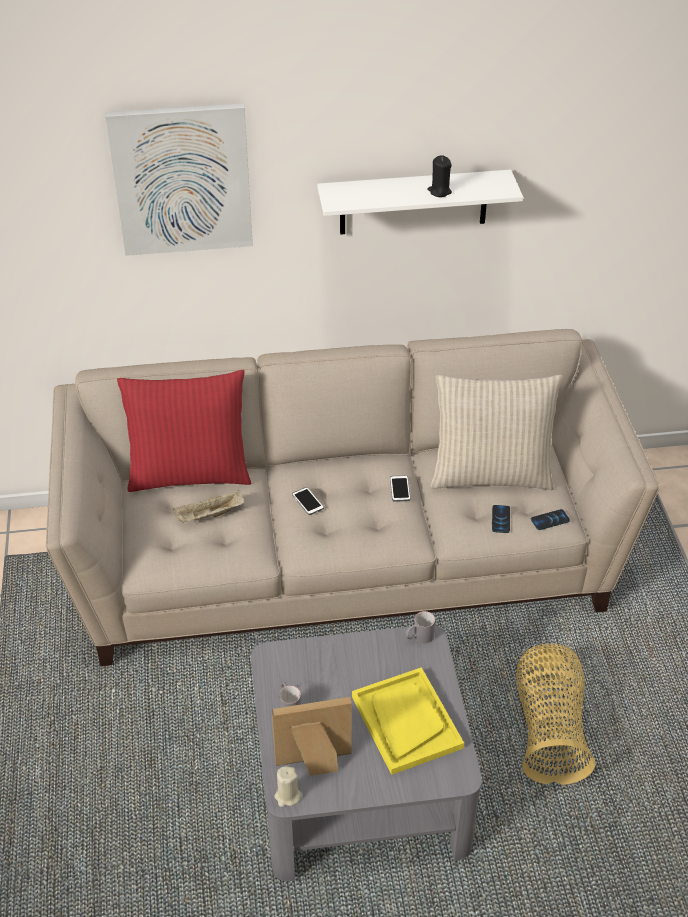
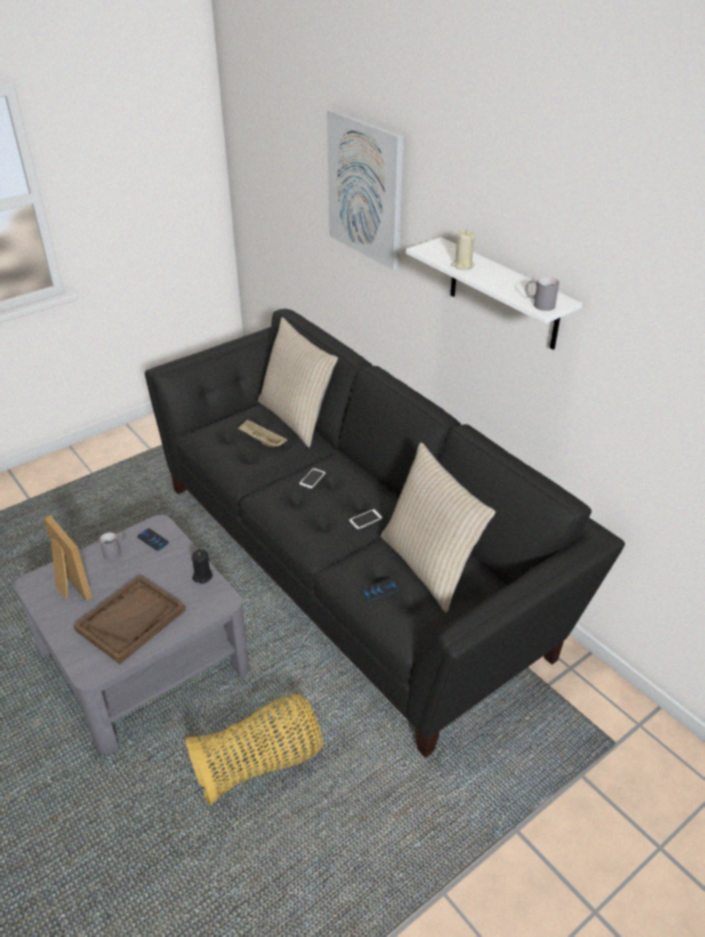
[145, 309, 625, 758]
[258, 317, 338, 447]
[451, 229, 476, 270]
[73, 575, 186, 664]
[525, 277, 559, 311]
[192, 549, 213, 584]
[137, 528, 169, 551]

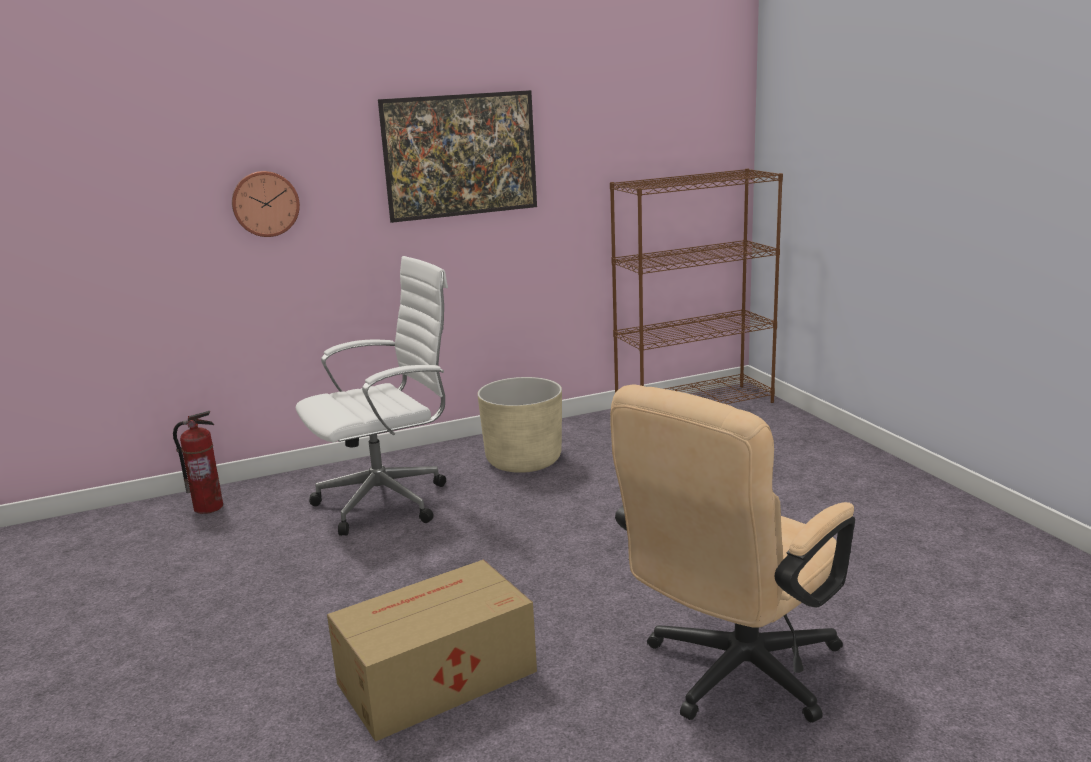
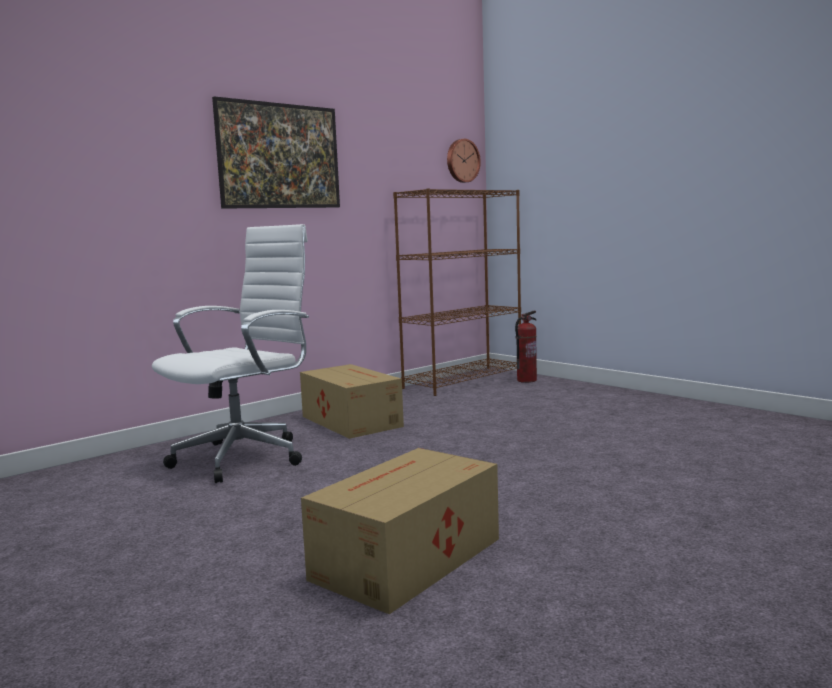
[515, 311, 537, 383]
[447, 139, 481, 183]
[300, 364, 404, 439]
[610, 385, 855, 722] (first image)

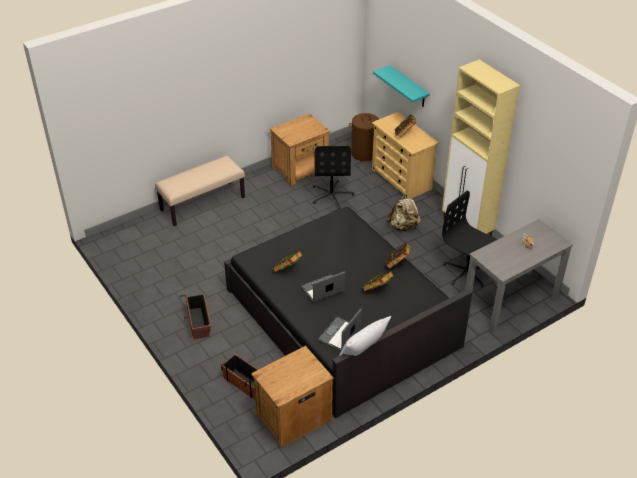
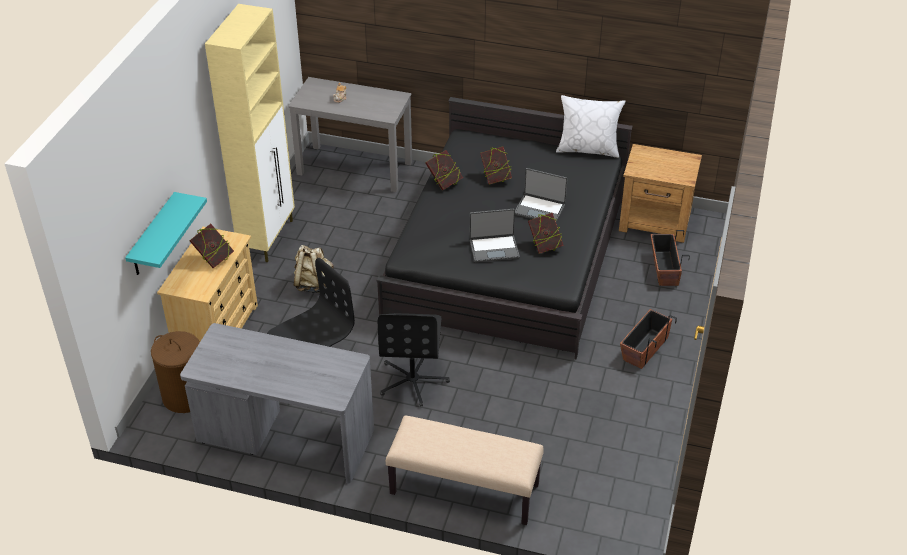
[180, 323, 374, 483]
[469, 209, 520, 262]
[378, 313, 450, 407]

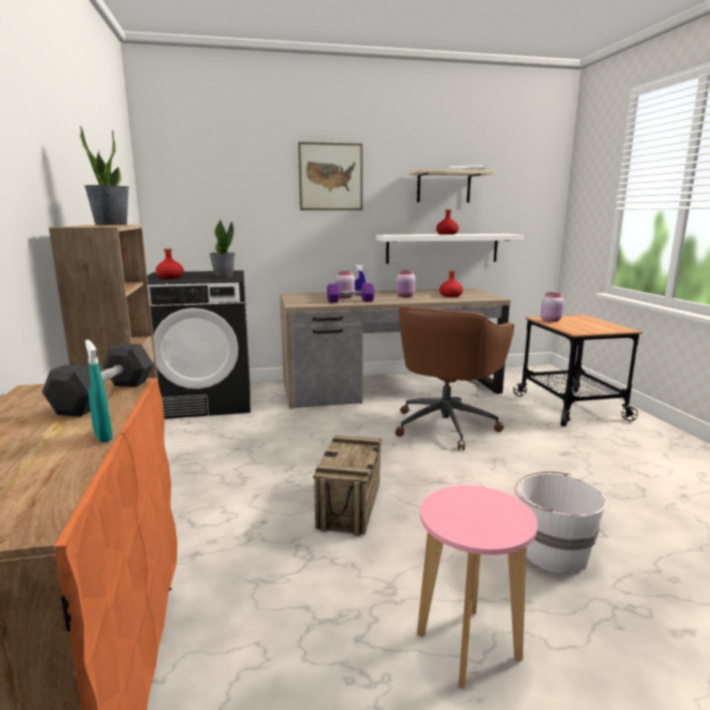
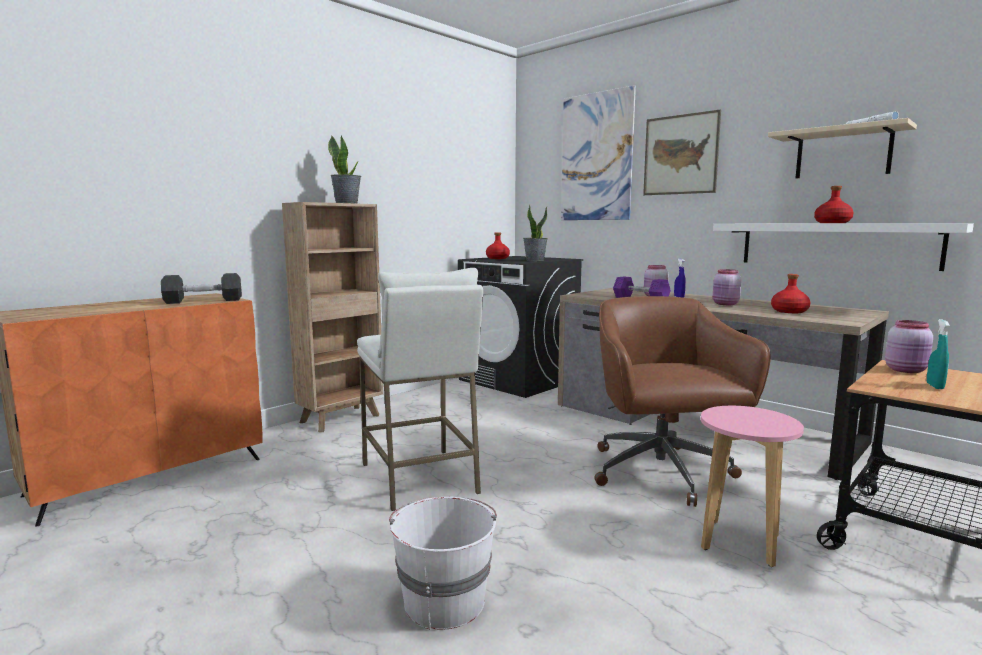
[927, 319, 950, 389]
[357, 268, 483, 511]
[594, 296, 771, 507]
[701, 406, 804, 567]
[561, 85, 636, 220]

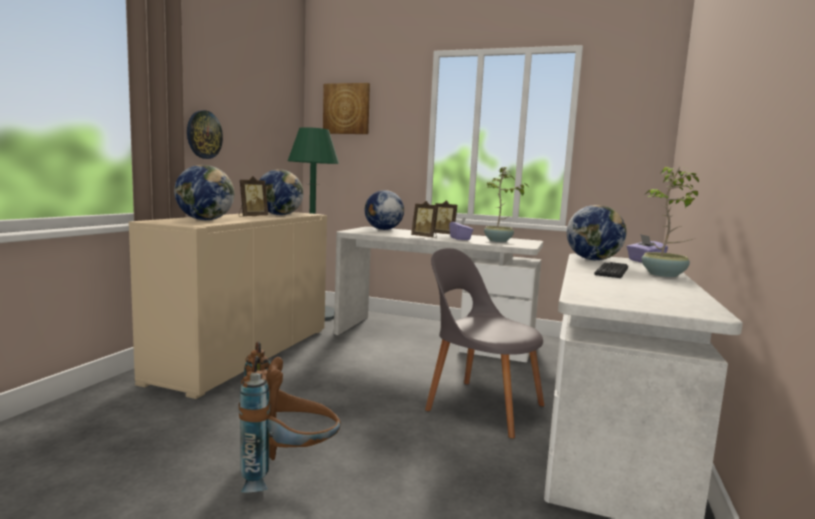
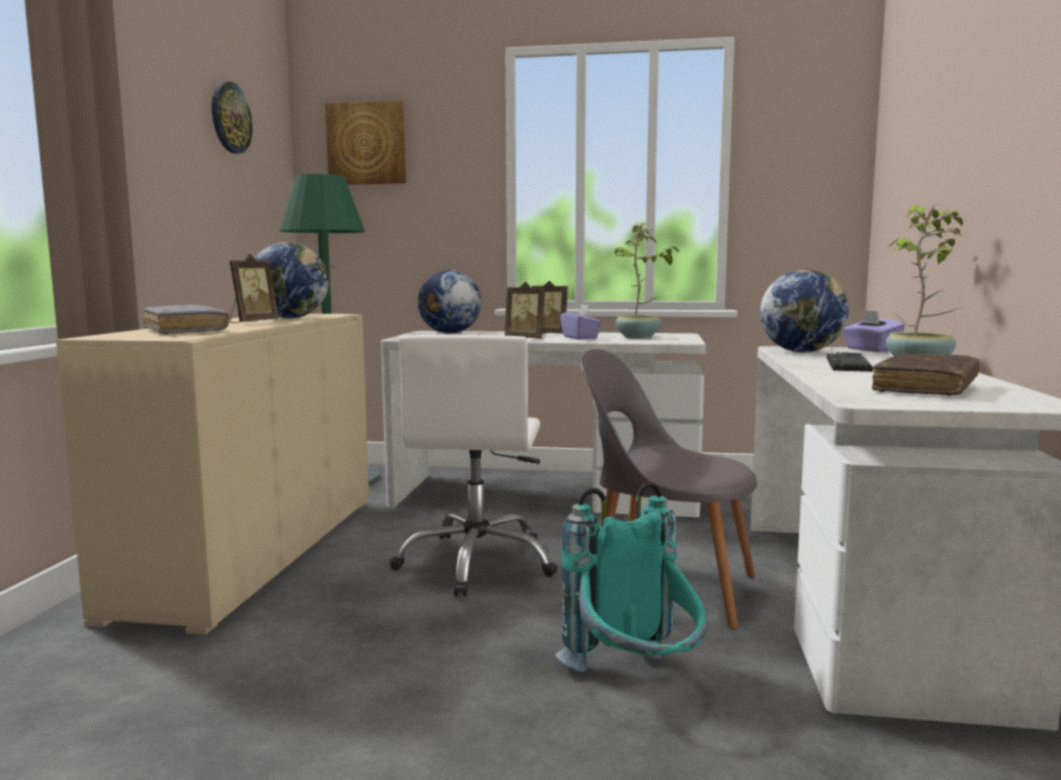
[143, 304, 229, 335]
[212, 82, 252, 154]
[239, 341, 341, 493] (first image)
[390, 335, 558, 596]
[555, 482, 708, 672]
[872, 353, 980, 396]

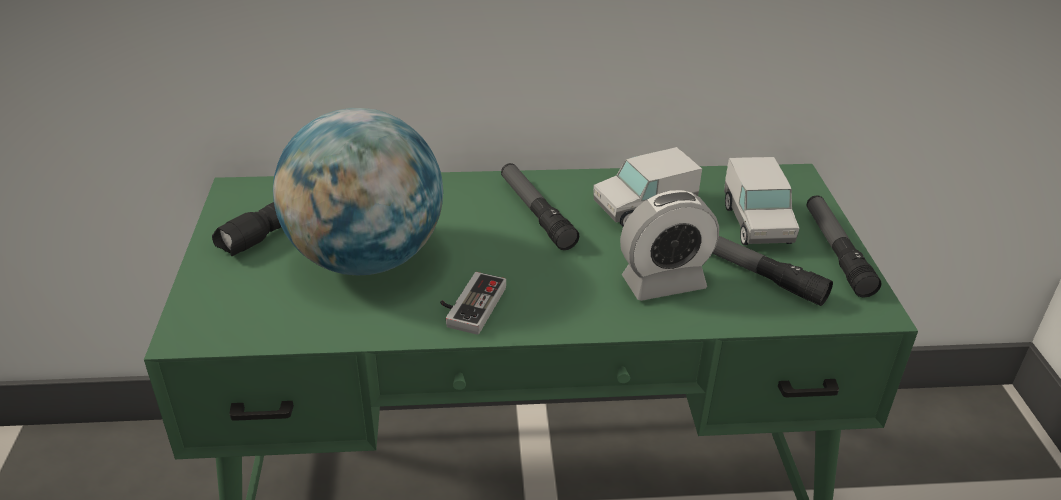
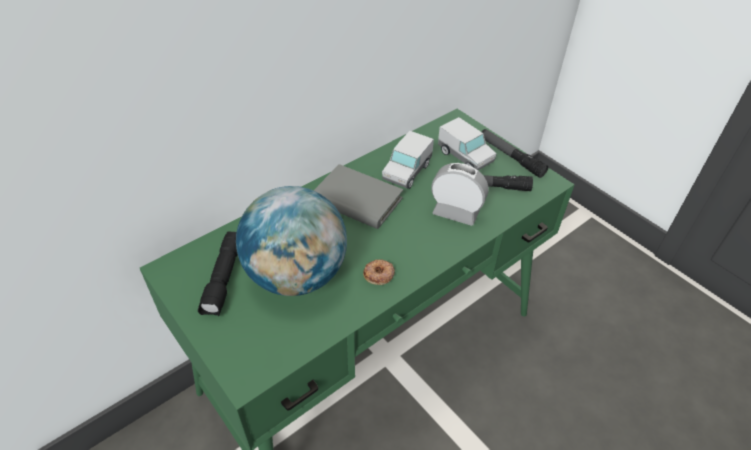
[363, 259, 395, 285]
[314, 164, 403, 229]
[431, 163, 489, 226]

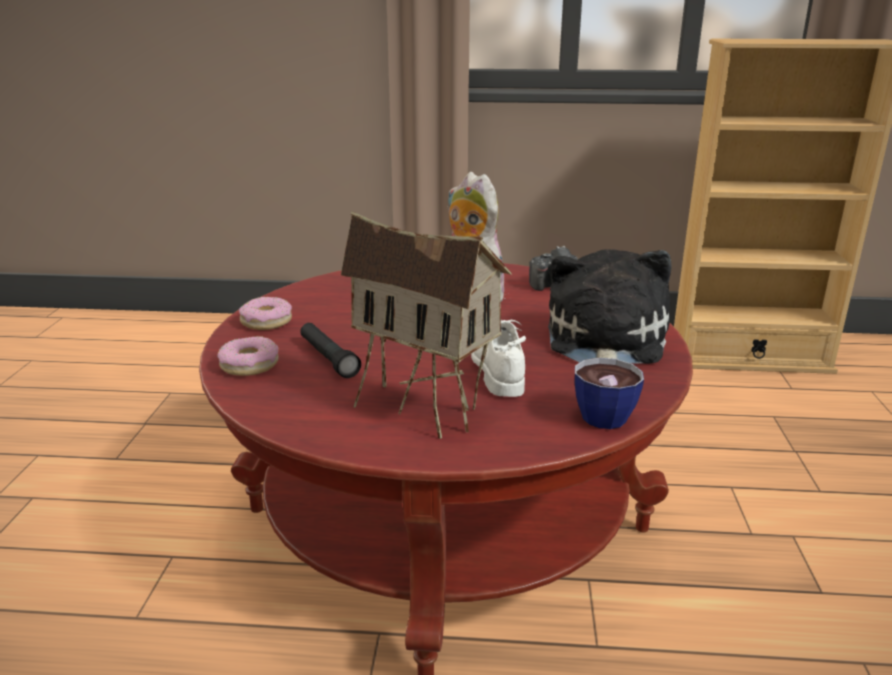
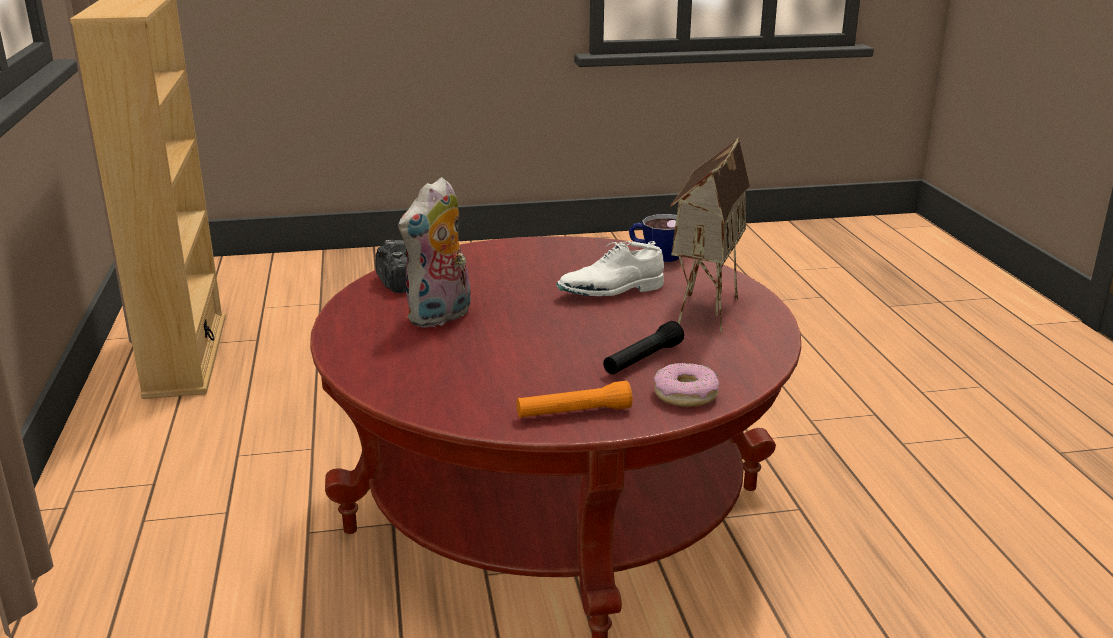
[517, 381, 632, 418]
[548, 249, 671, 364] (first image)

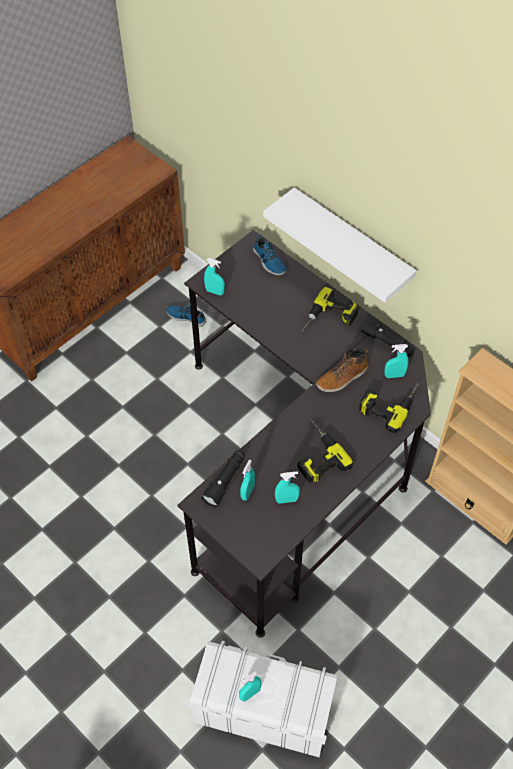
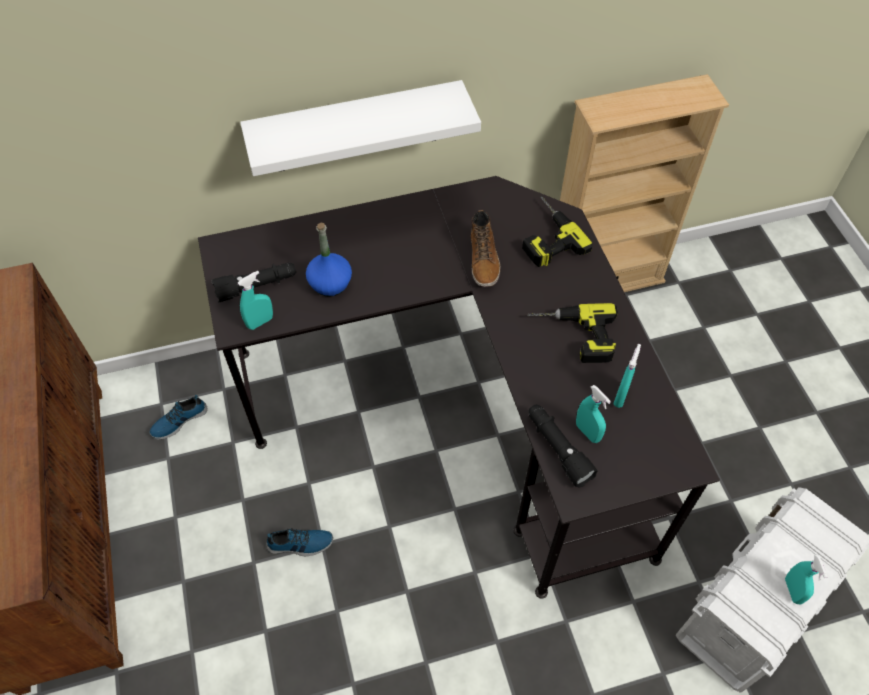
[266, 528, 333, 556]
[302, 287, 359, 332] (first image)
[211, 262, 296, 303]
[384, 344, 408, 378] (first image)
[306, 223, 352, 297]

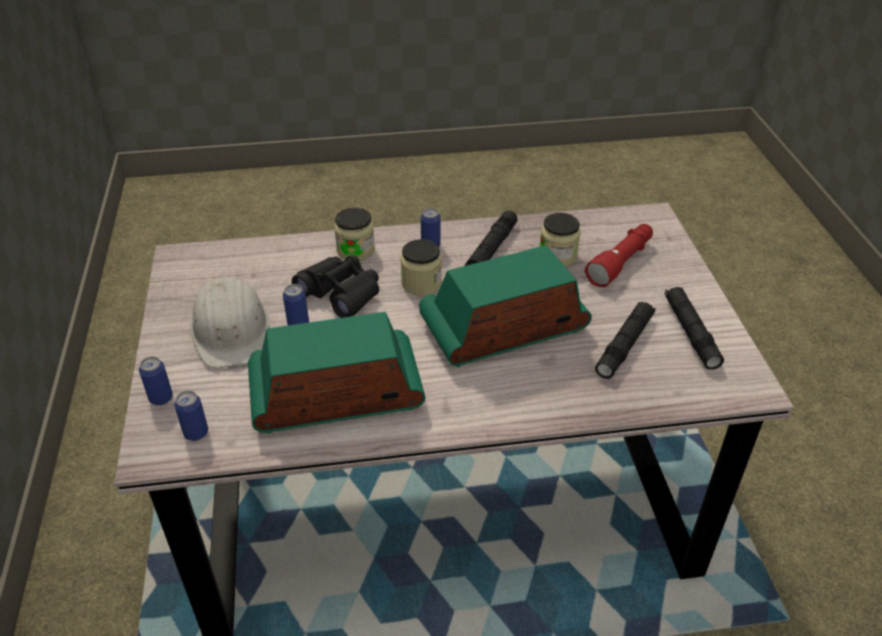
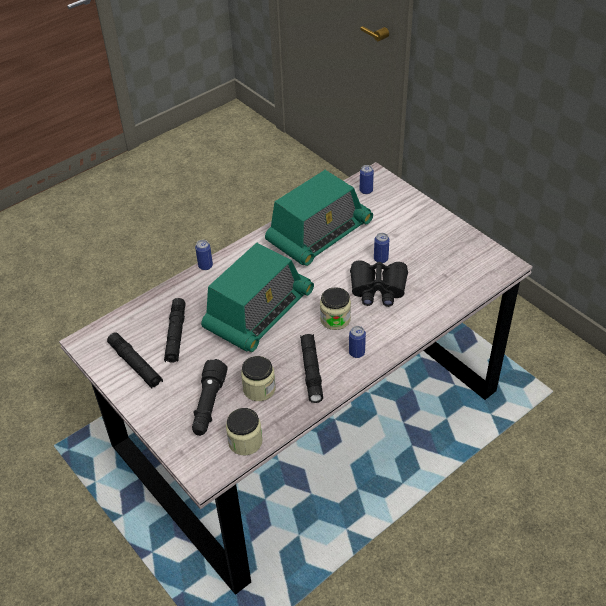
[195, 240, 213, 270]
[190, 277, 269, 368] (first image)
[226, 408, 263, 455]
[192, 359, 228, 436]

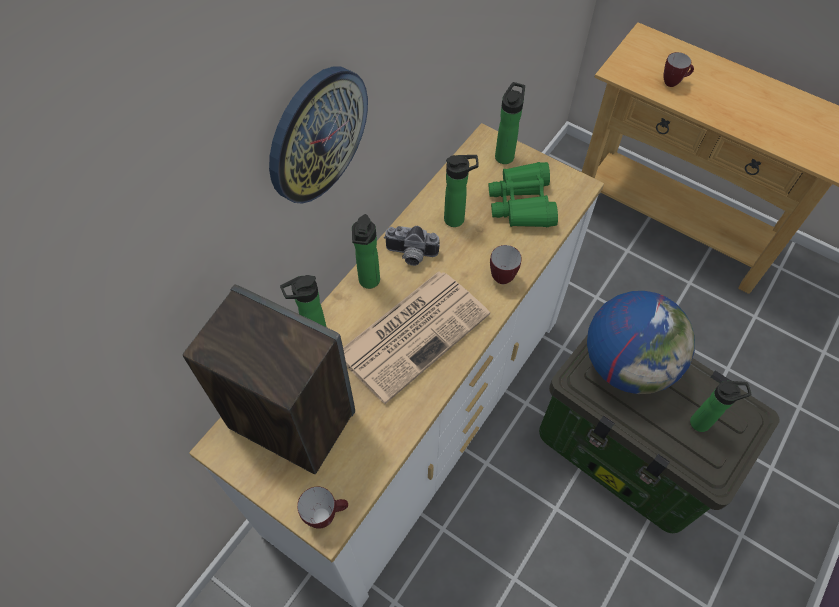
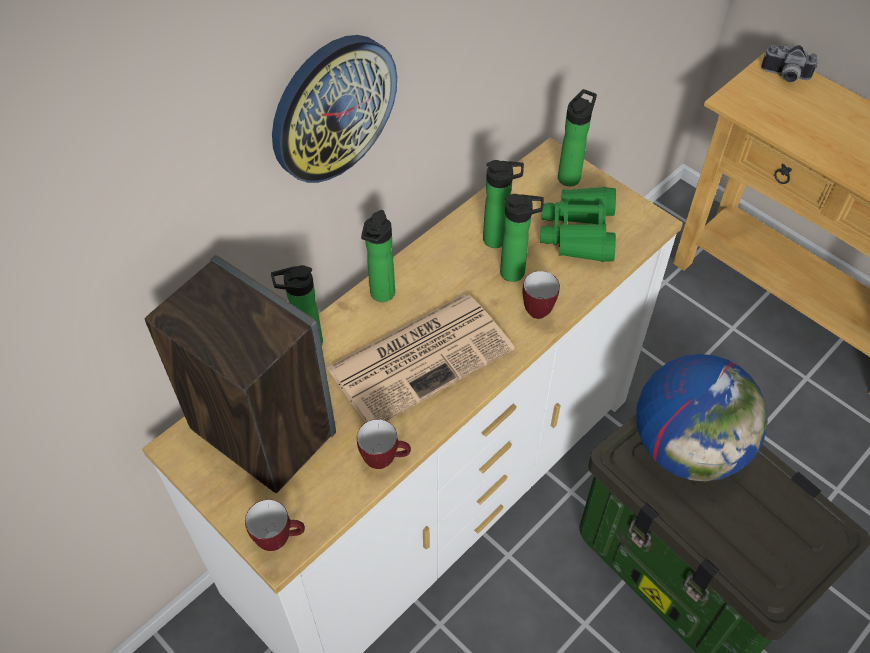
[761, 45, 818, 83]
[357, 419, 411, 469]
[500, 194, 544, 282]

